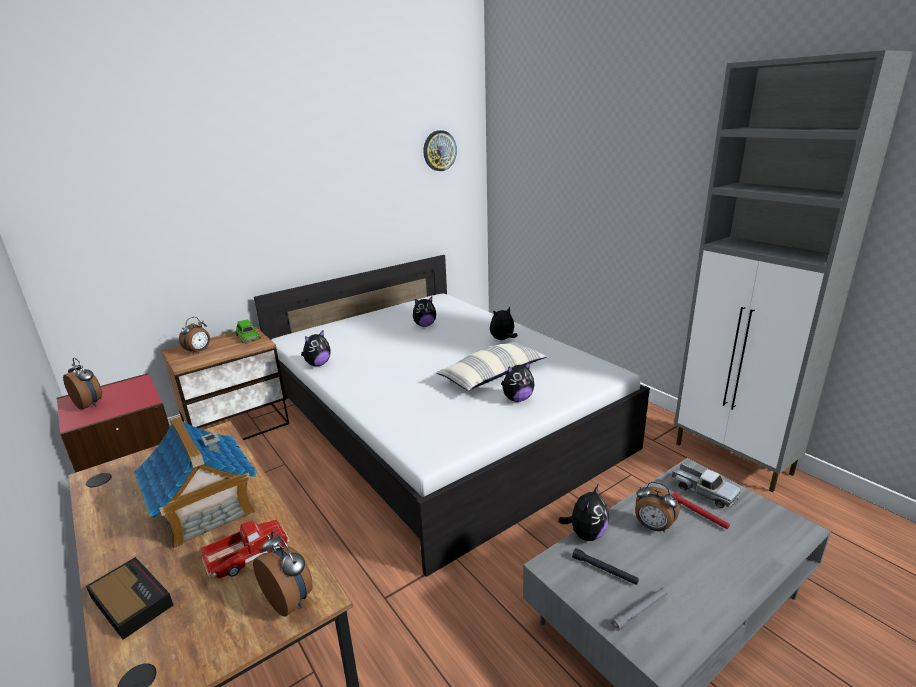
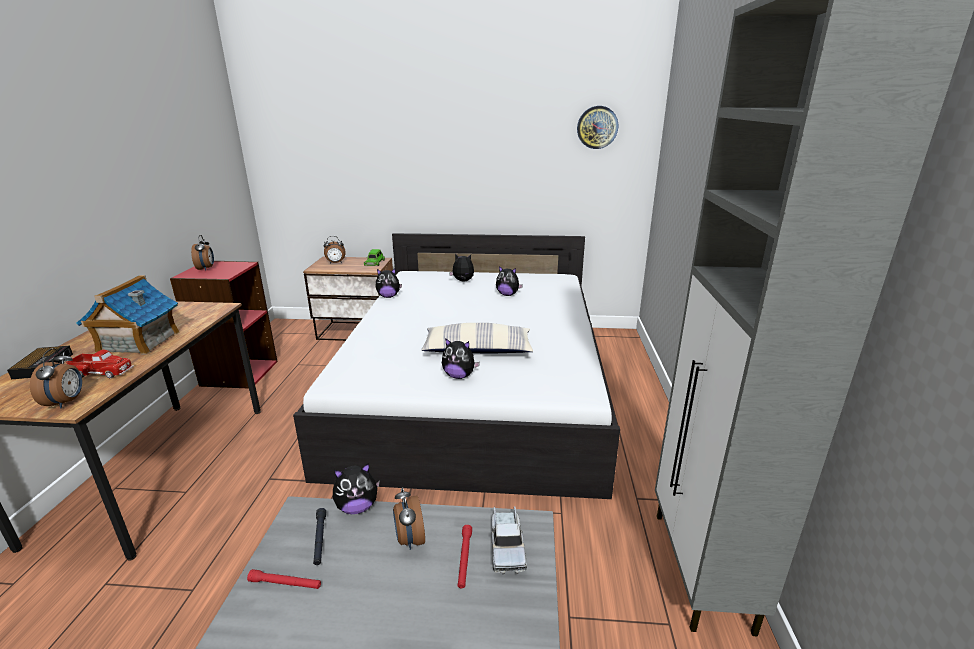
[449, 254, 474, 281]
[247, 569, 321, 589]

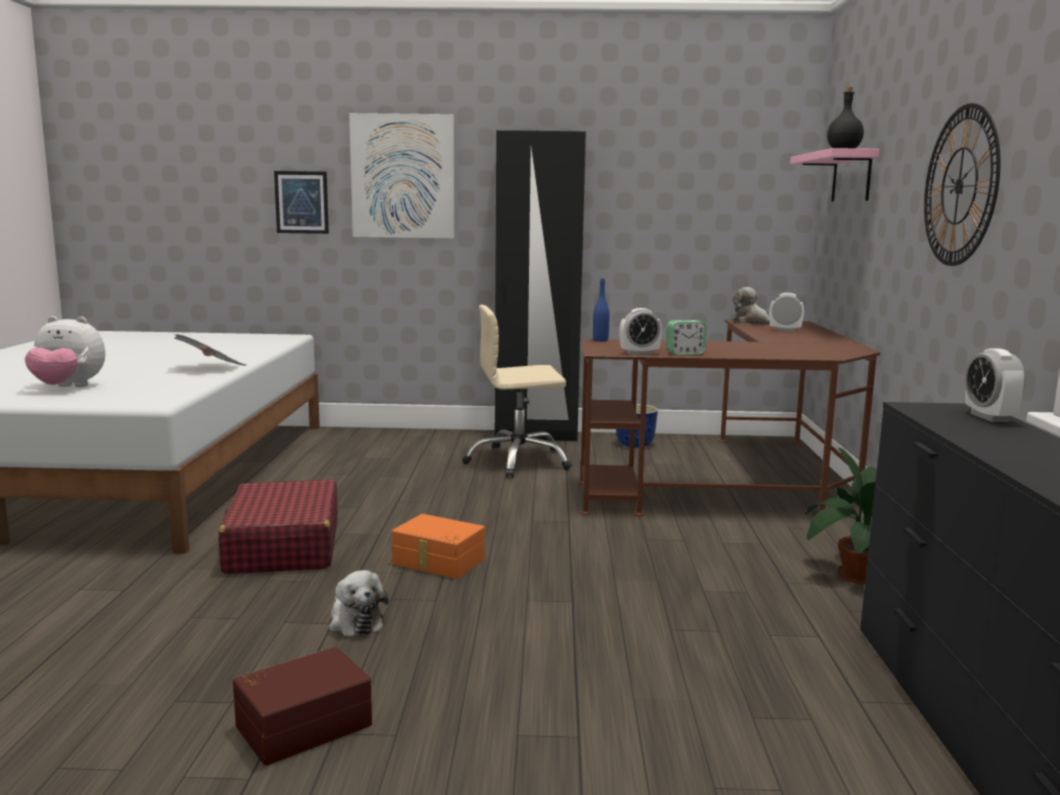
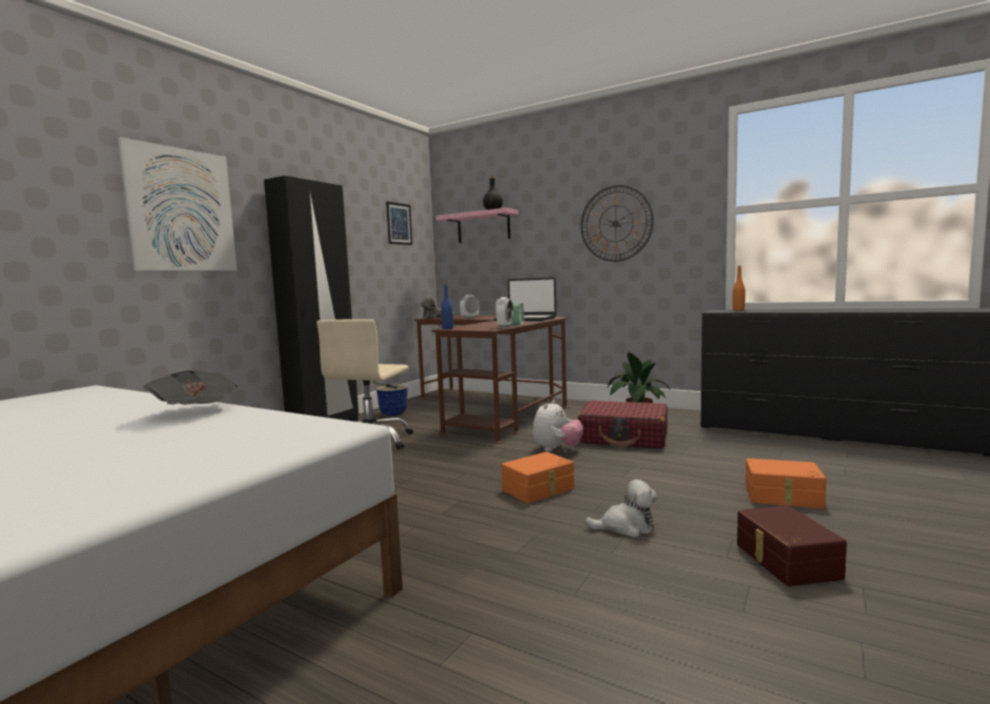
[533, 400, 583, 452]
[578, 400, 668, 449]
[386, 201, 413, 245]
[733, 266, 745, 311]
[494, 277, 556, 321]
[745, 458, 826, 509]

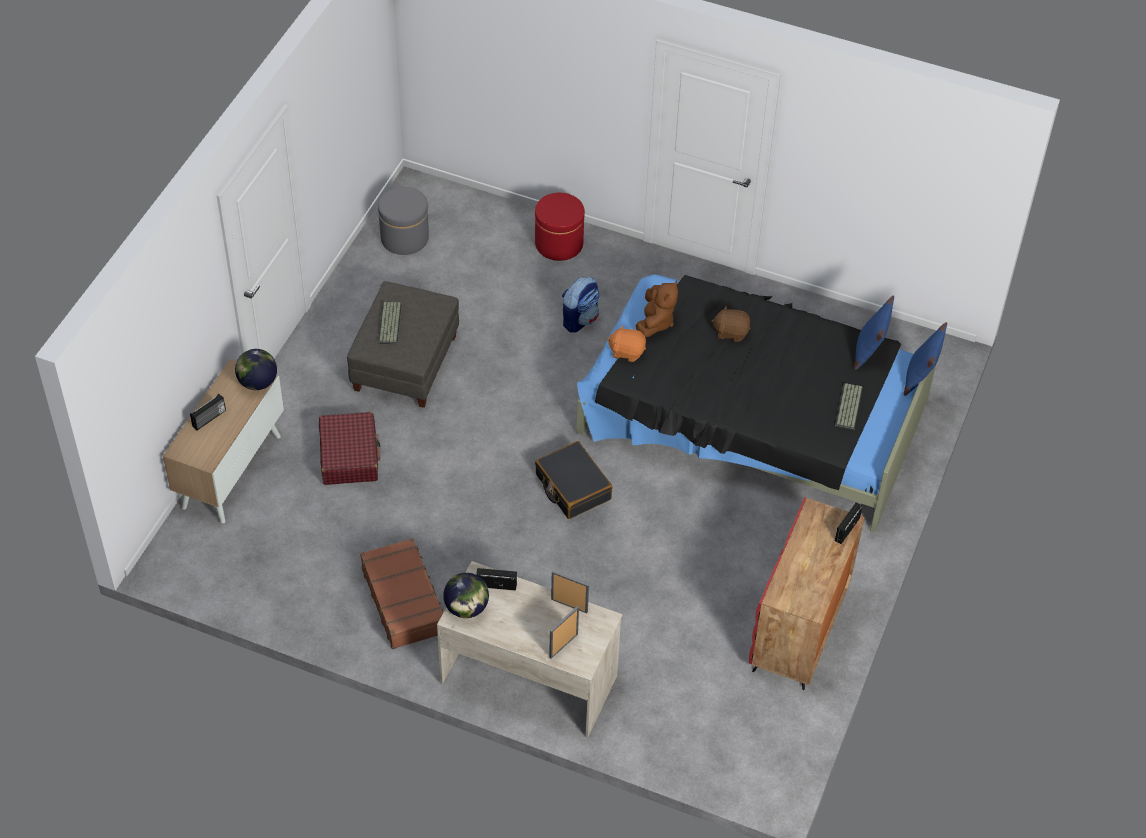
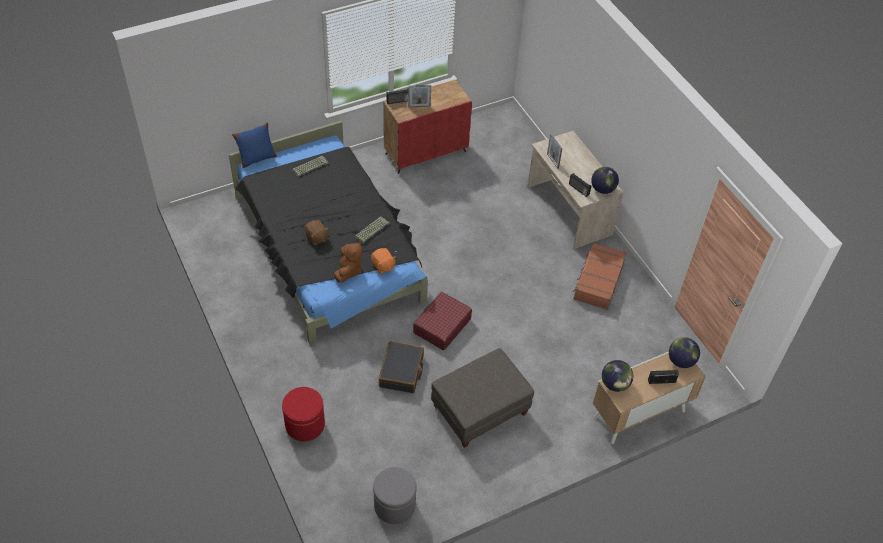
[413, 292, 472, 350]
[354, 216, 390, 244]
[379, 341, 424, 393]
[408, 85, 431, 107]
[562, 277, 600, 333] (first image)
[334, 241, 362, 282]
[854, 295, 894, 370] (first image)
[669, 337, 700, 368]

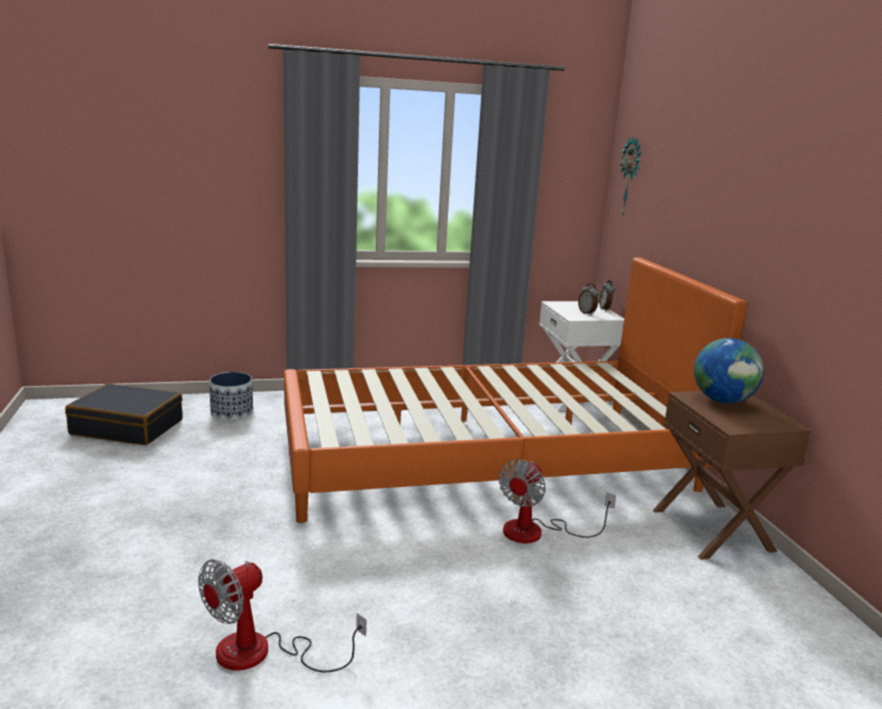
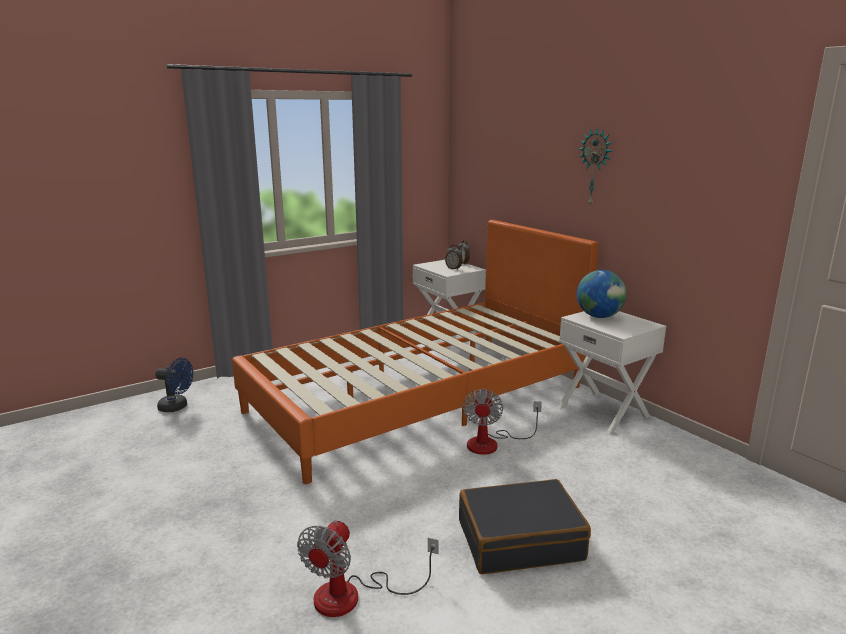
[459, 479, 591, 574]
[155, 358, 193, 412]
[579, 127, 612, 206]
[558, 311, 666, 434]

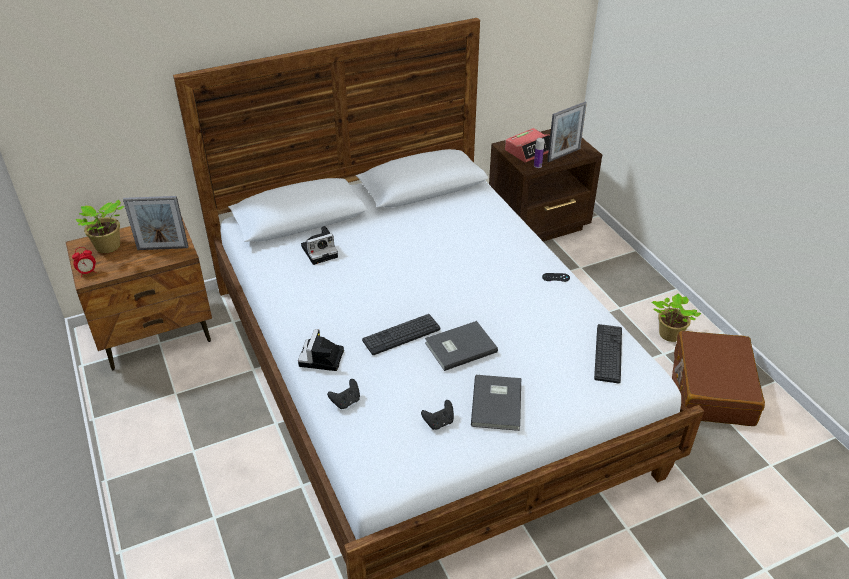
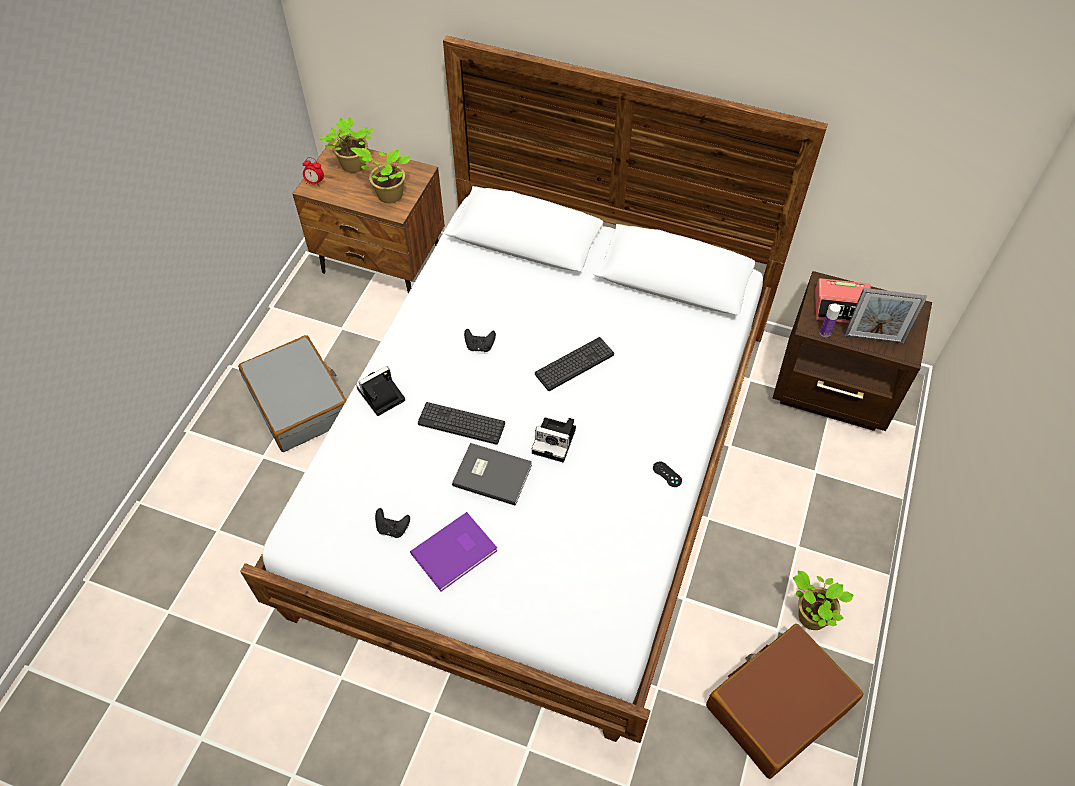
[351, 147, 410, 203]
[532, 417, 576, 462]
[464, 329, 496, 352]
[410, 512, 497, 591]
[535, 337, 614, 391]
[238, 335, 346, 452]

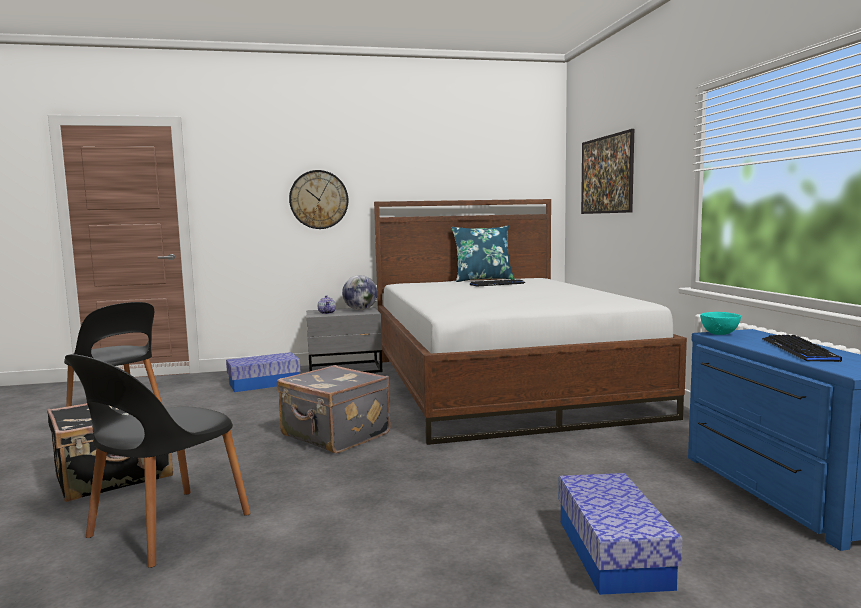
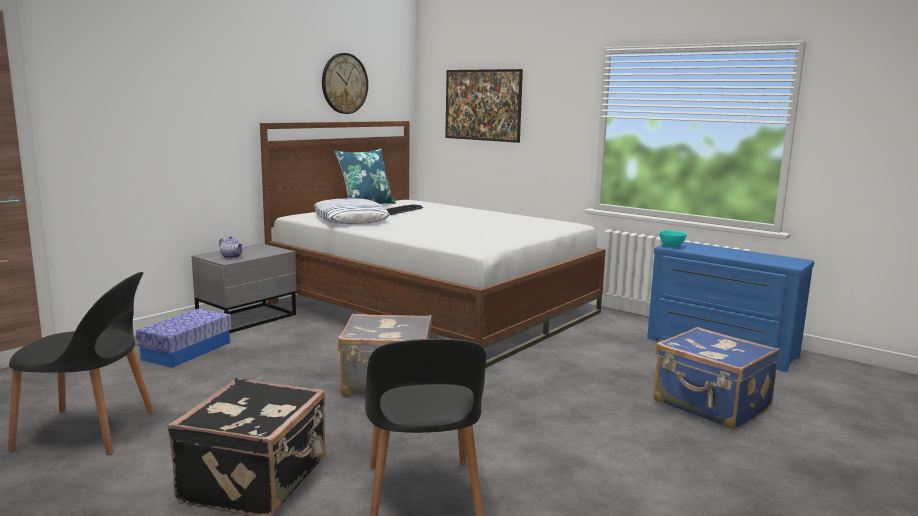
[322, 53, 368, 114]
[342, 275, 378, 310] (first image)
[654, 327, 780, 430]
[762, 335, 842, 362] (first image)
[314, 198, 390, 224]

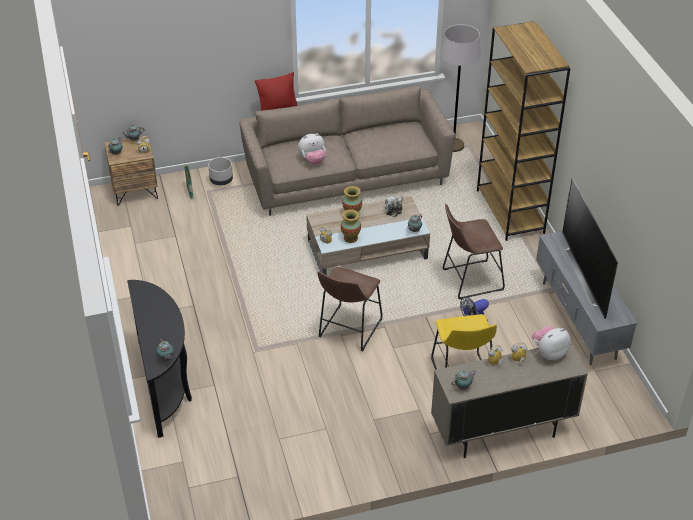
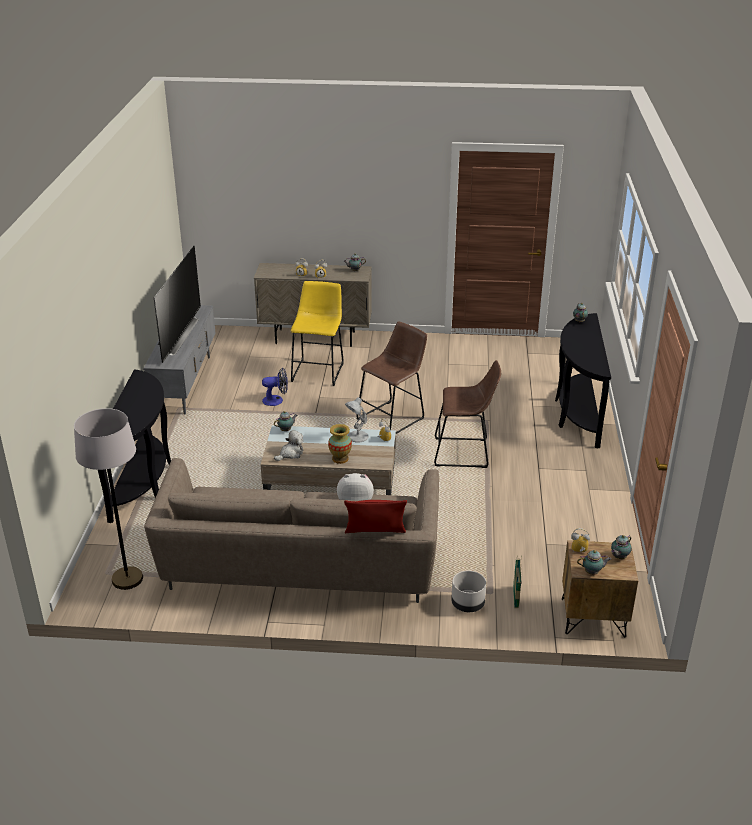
[345, 397, 368, 442]
[434, 360, 501, 468]
[98, 370, 171, 523]
[532, 326, 571, 360] (first image)

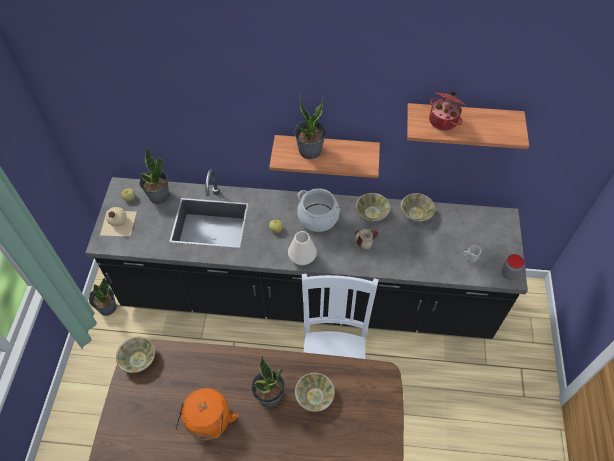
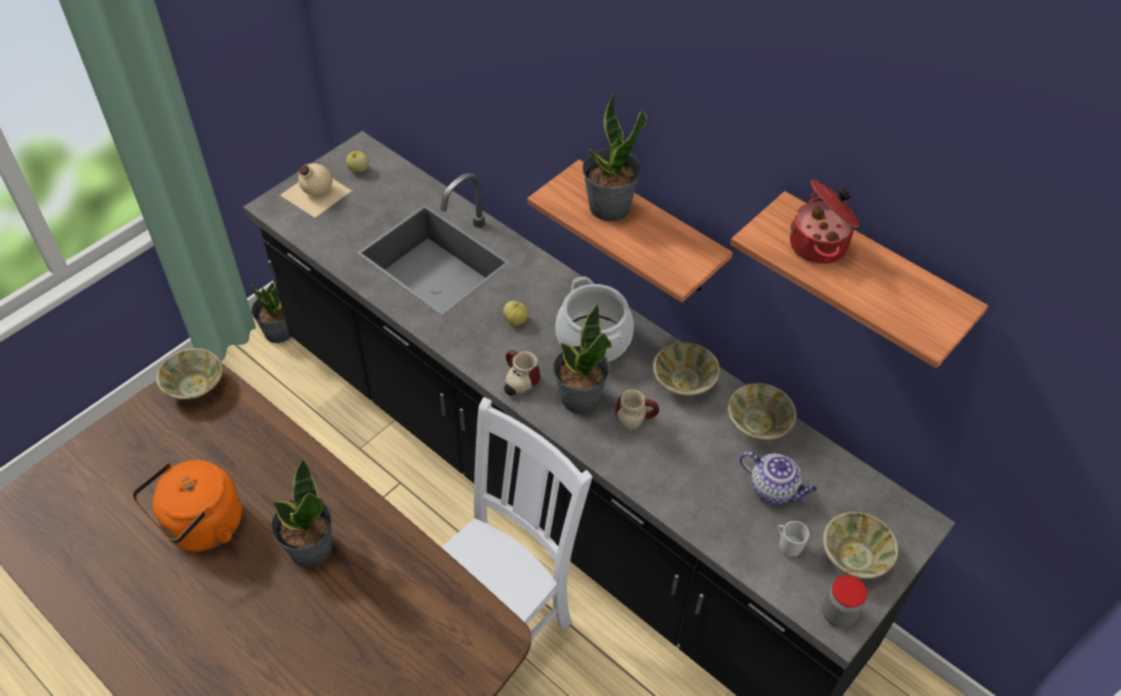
[553, 304, 612, 414]
[504, 350, 541, 395]
[823, 512, 898, 579]
[740, 451, 817, 504]

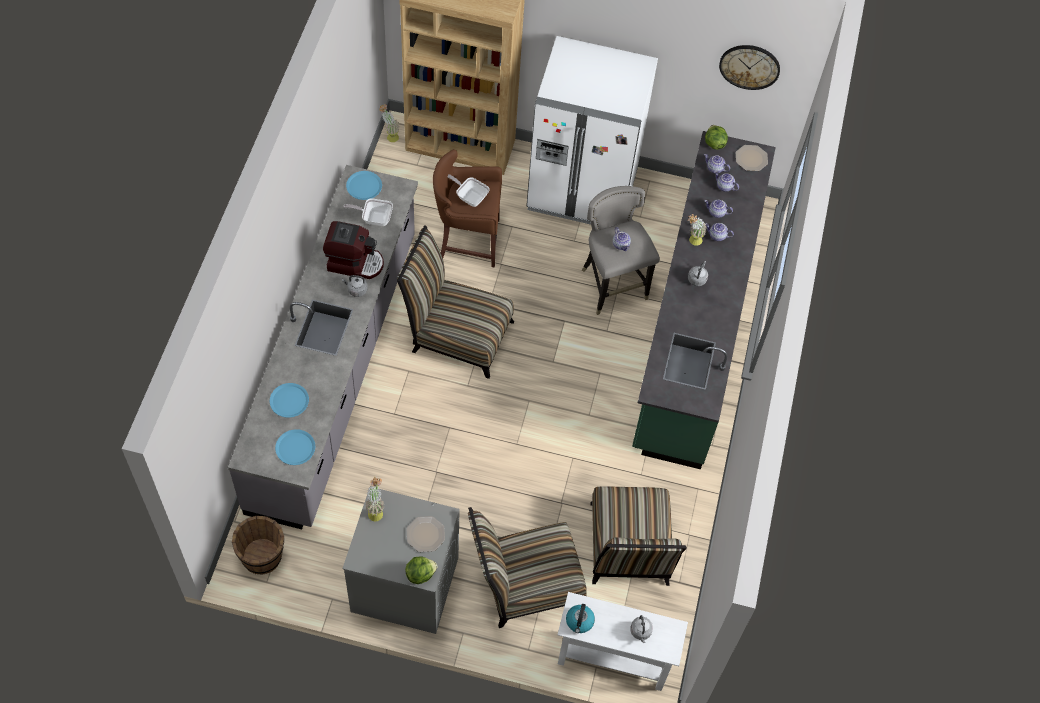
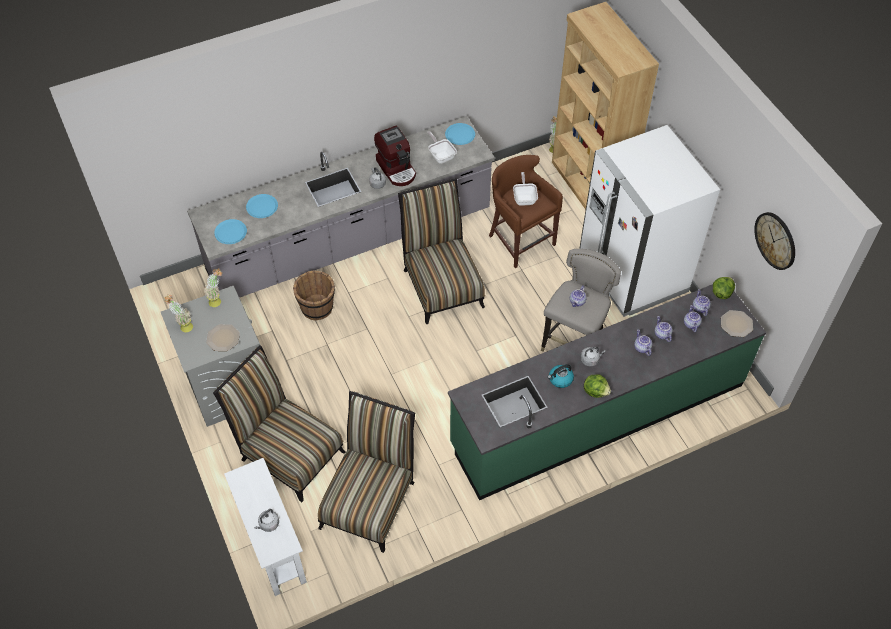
[293, 270, 335, 321]
[584, 374, 611, 398]
[547, 364, 574, 388]
[318, 391, 415, 553]
[164, 295, 193, 332]

